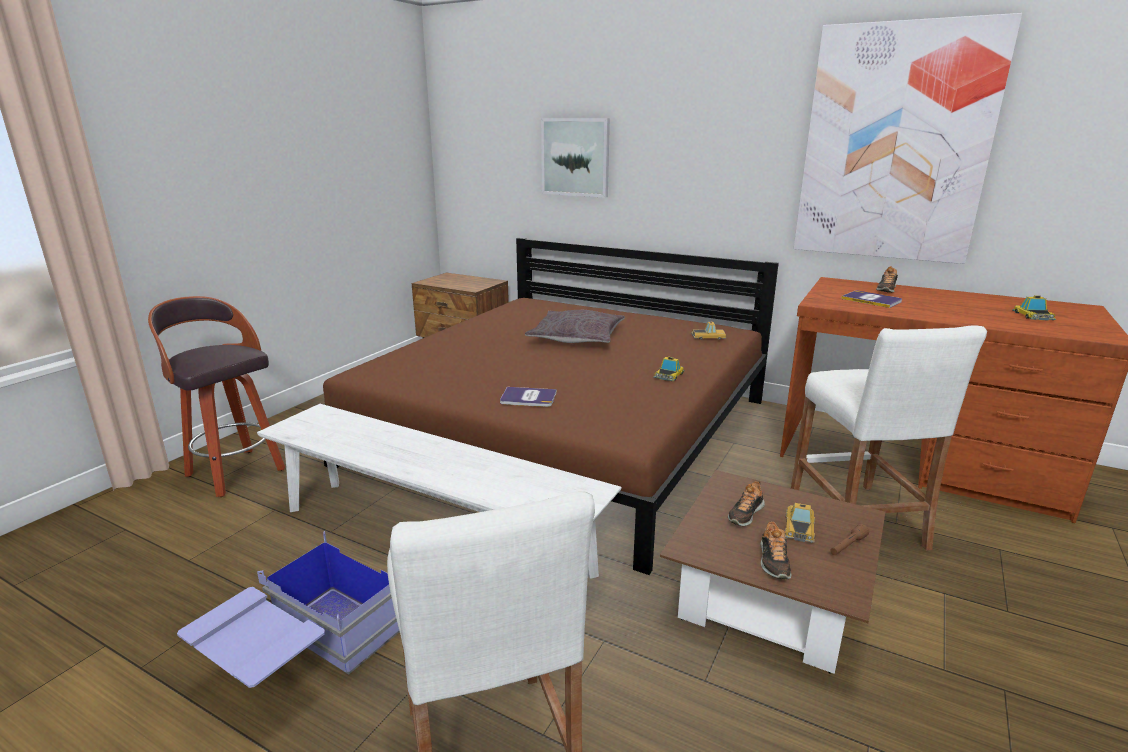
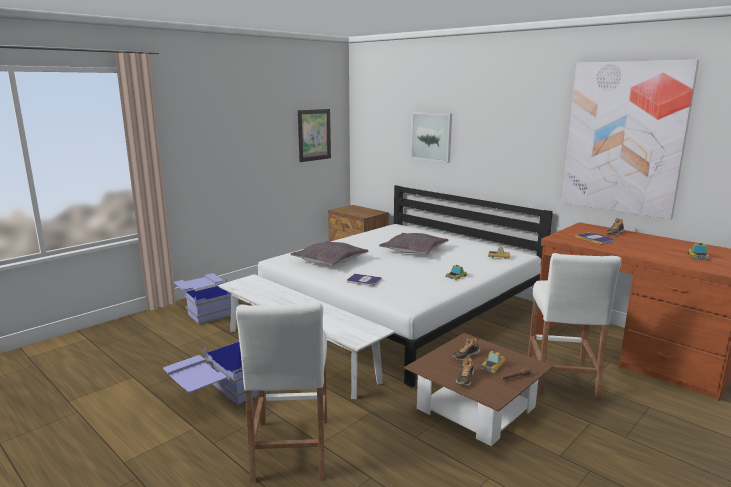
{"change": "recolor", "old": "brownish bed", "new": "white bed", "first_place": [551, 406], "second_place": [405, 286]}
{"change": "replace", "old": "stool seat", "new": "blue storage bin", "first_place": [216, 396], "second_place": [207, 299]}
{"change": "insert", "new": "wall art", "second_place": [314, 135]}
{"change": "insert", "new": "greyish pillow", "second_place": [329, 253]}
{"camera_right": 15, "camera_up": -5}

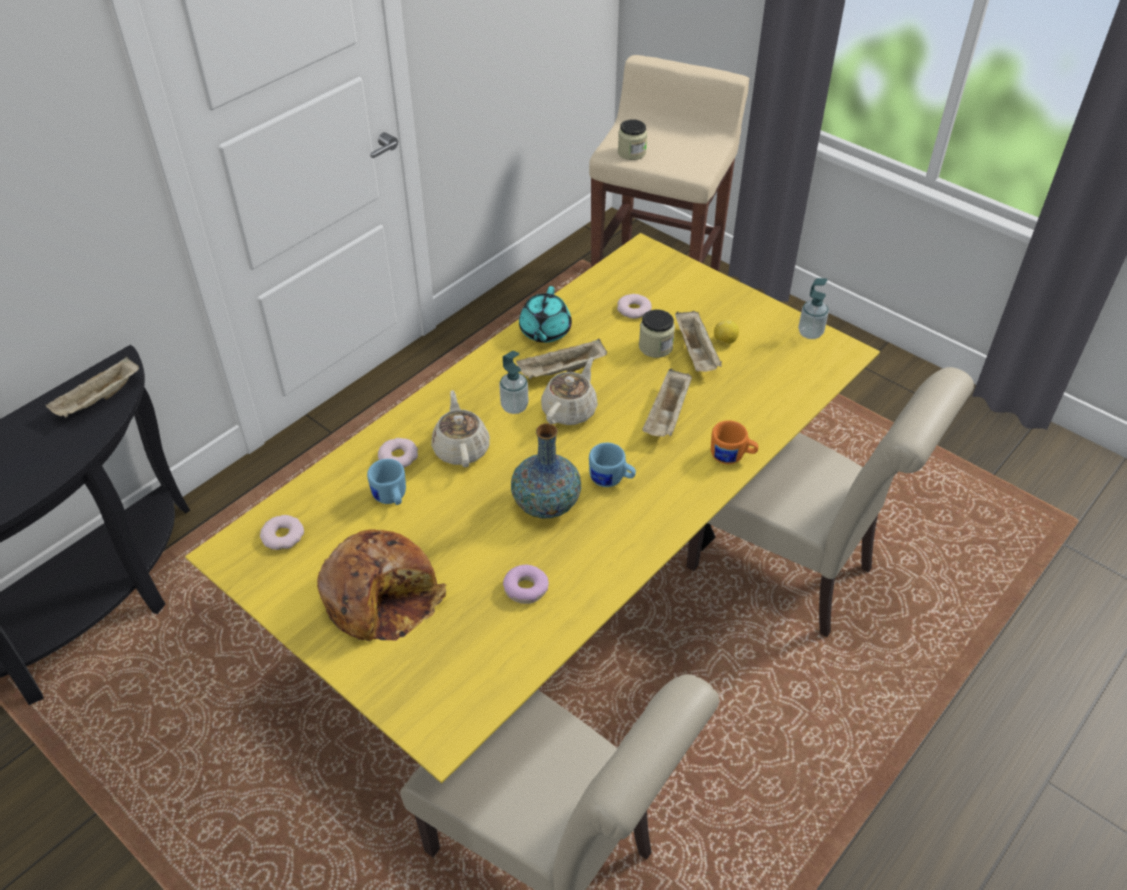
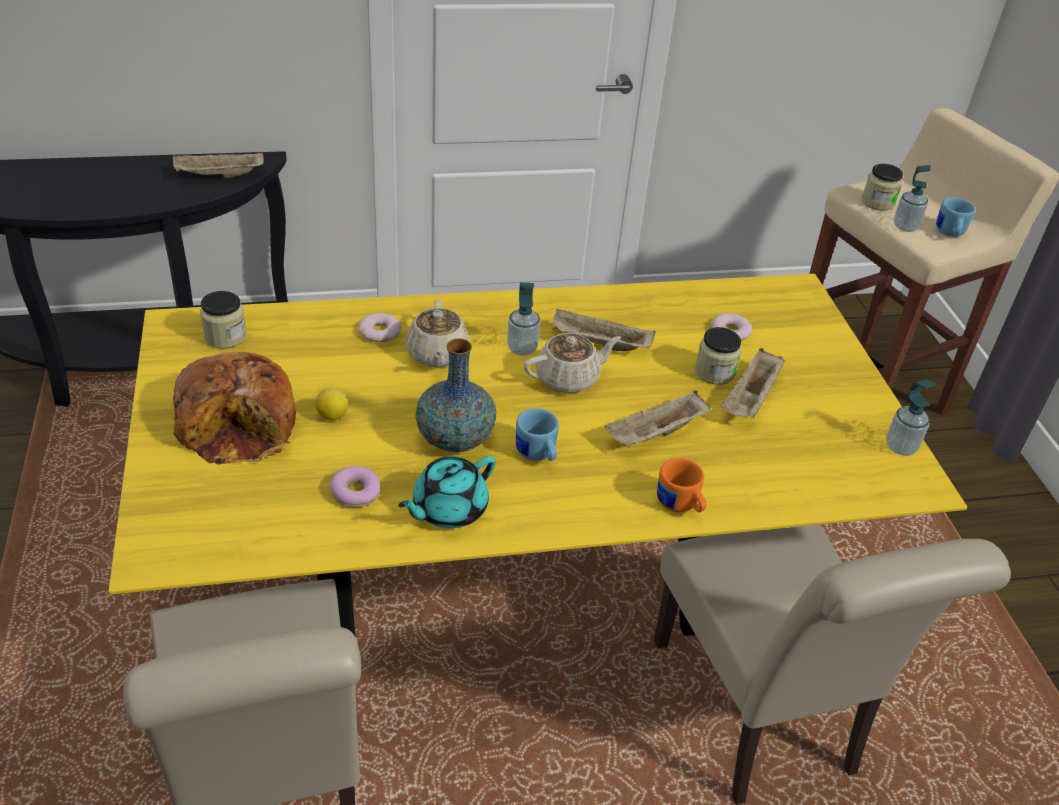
{"change": "move", "old": "blue-green teapot", "first_place": [545, 314], "second_place": [447, 492]}
{"change": "move", "old": "citrus fruit", "first_place": [726, 332], "second_place": [331, 404]}
{"change": "rotate", "old": "beige-coloured teapot", "first_place": [460, 428], "second_place": [438, 333], "degrees": 150}
{"change": "move", "old": "blue coffee mug", "first_place": [386, 482], "second_place": [955, 217]}
{"change": "replace", "old": "doughnut", "new": "preserve jar", "first_place": [282, 532], "second_place": [223, 320]}
{"change": "insert", "new": "soap bottle", "second_place": [912, 198]}
{"camera_right": 35, "camera_up": -5}

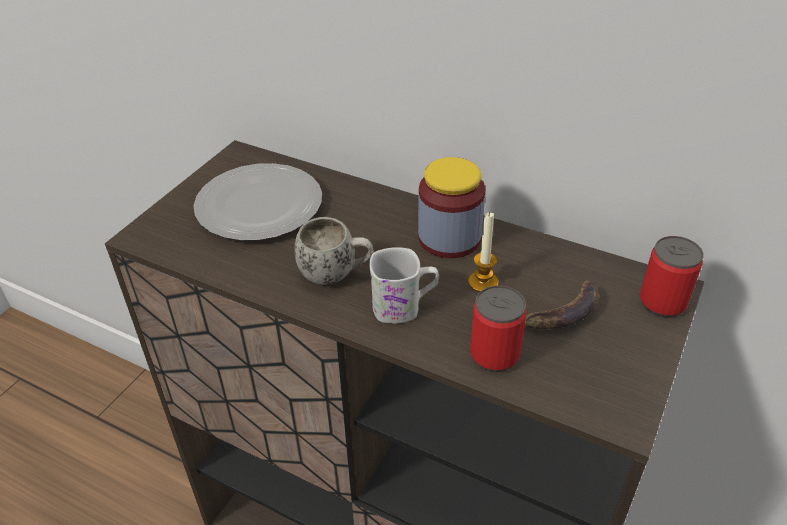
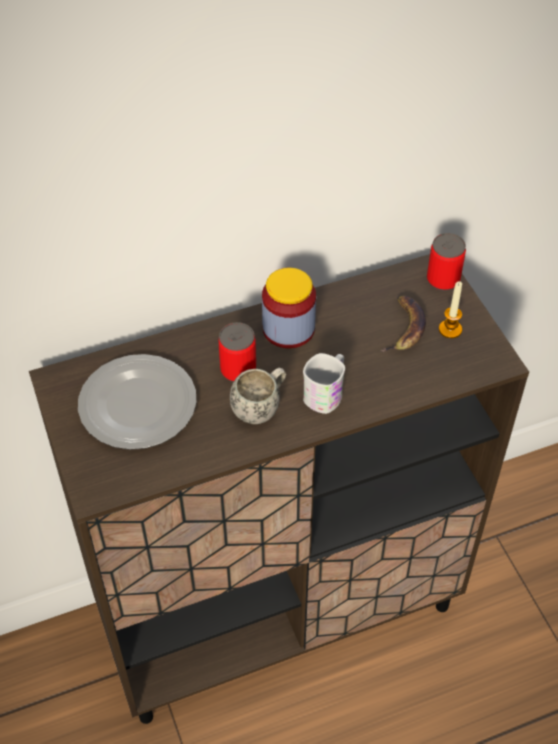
{"change": "move", "old": "wax light", "first_place": [483, 252], "second_place": [450, 310]}
{"change": "move", "old": "can", "first_place": [498, 328], "second_place": [237, 352]}
{"camera_right": -50, "camera_up": 10}

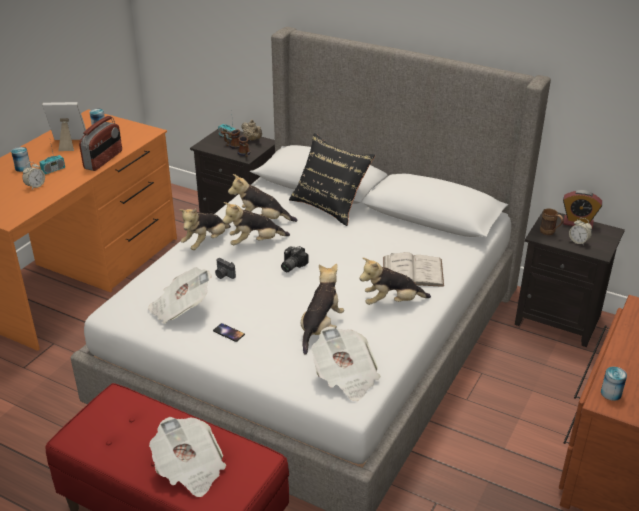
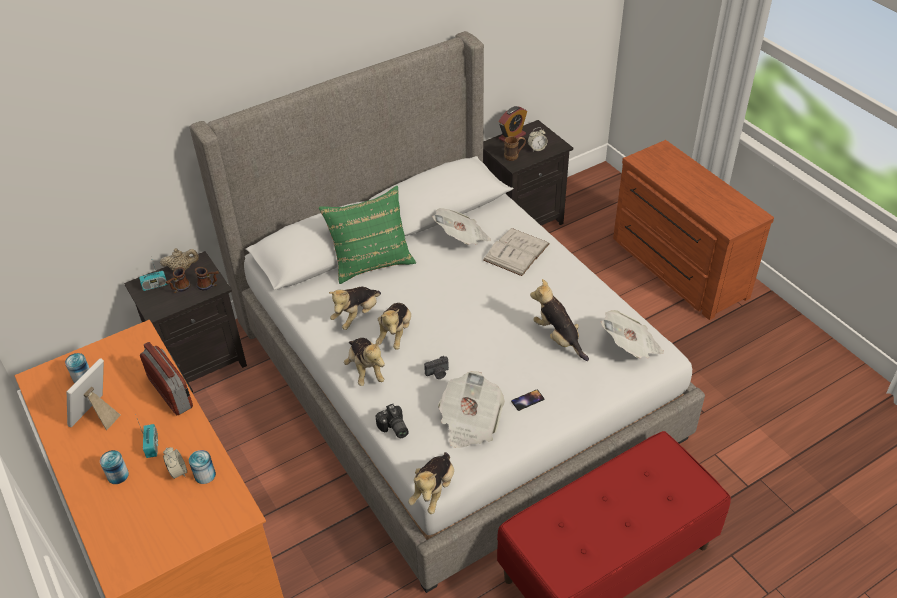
{"change": "recolor", "old": "black-coloured pillow", "new": "green-coloured pillow", "first_place": [332, 179], "second_place": [367, 235]}
{"change": "move", "old": "photo camera", "first_place": [295, 259], "second_place": [392, 421]}
{"change": "move", "old": "soft toy", "first_place": [395, 281], "second_place": [431, 483]}
{"change": "move", "old": "can", "first_place": [614, 384], "second_place": [202, 467]}
{"change": "move", "old": "printed paper", "first_place": [187, 457], "second_place": [461, 226]}
{"camera_right": -60, "camera_up": 10}

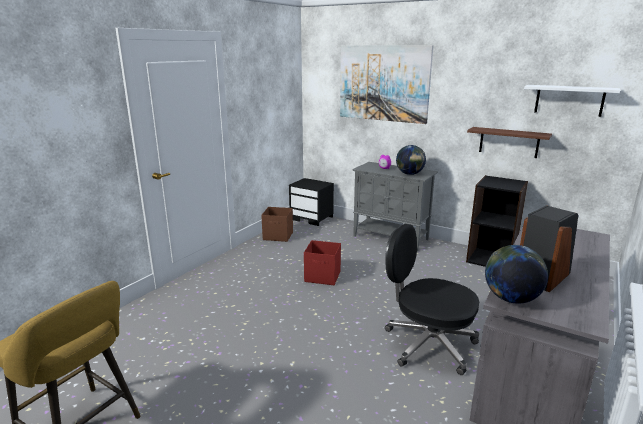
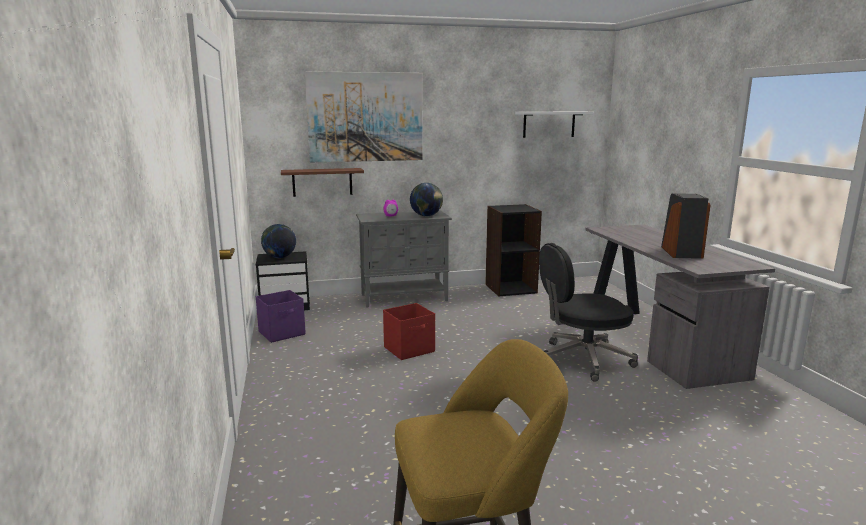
{"change": "move", "old": "brownish bracket shelf", "first_place": [509, 142], "second_place": [322, 182]}
{"change": "recolor", "old": "brownish storage bin", "new": "purple storage bin", "first_place": [277, 224], "second_place": [281, 316]}
{"change": "move", "old": "world globe", "first_place": [516, 274], "second_place": [278, 241]}
{"camera_right": -45, "camera_up": -5}

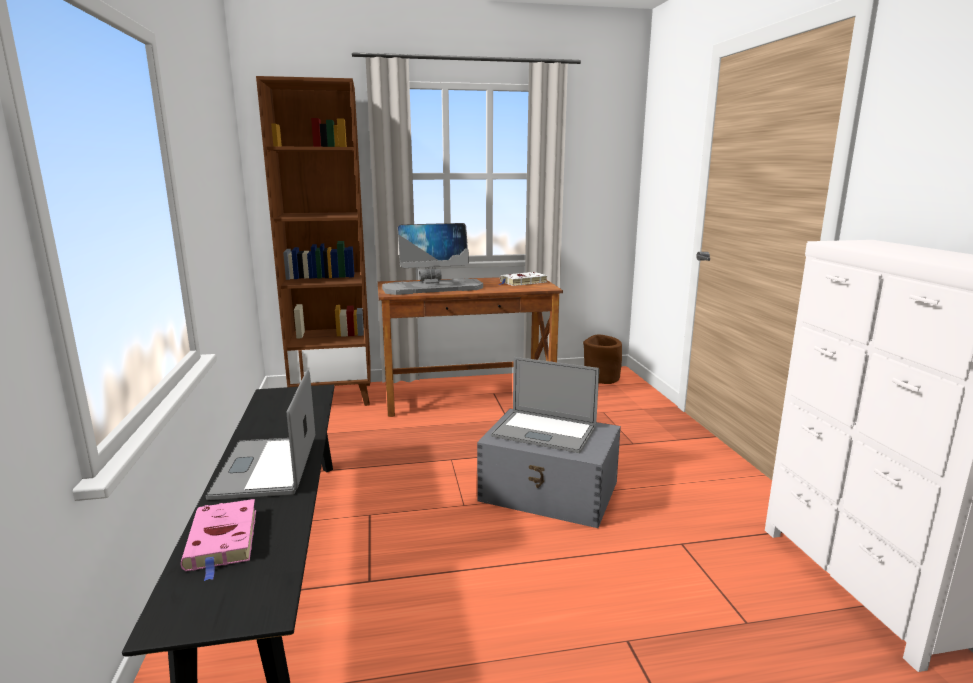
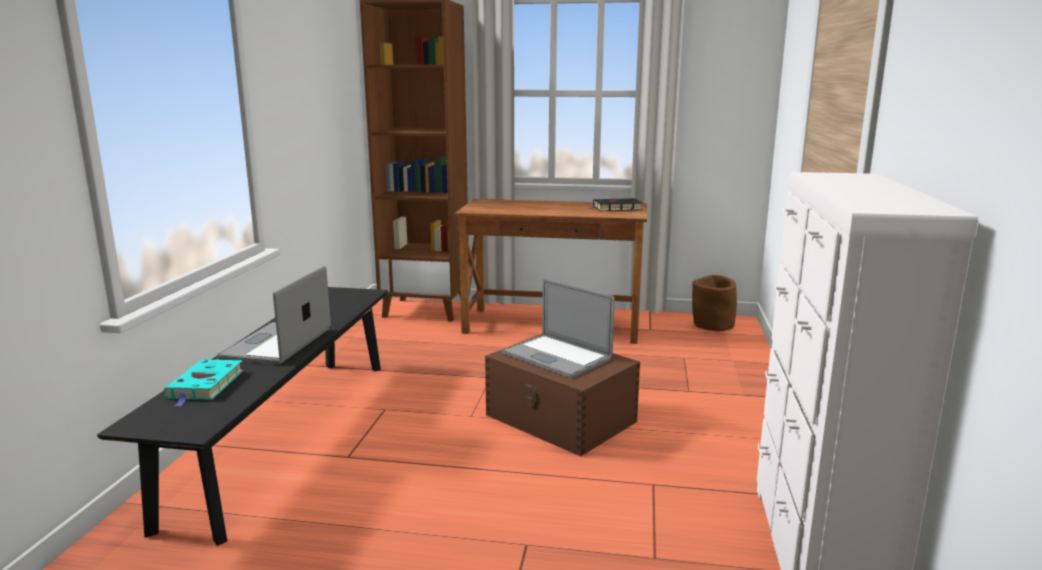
{"change": "delete", "old": "monitor", "first_place": [432, 259]}
{"change": "recolor", "old": "white bound book", "new": "black-coloured bound book", "first_place": [523, 279], "second_place": [614, 204]}
{"change": "recolor", "old": "greyish storage bin", "new": "brownish storage bin", "first_place": [549, 468], "second_place": [562, 395]}
{"change": "recolor", "old": "pink bound book", "new": "blue-green bound book", "first_place": [218, 540], "second_place": [203, 383]}
{"camera_right": 20, "camera_up": 0}

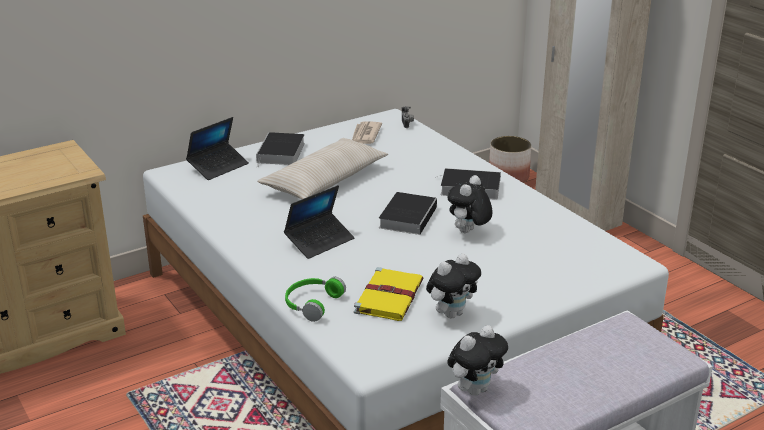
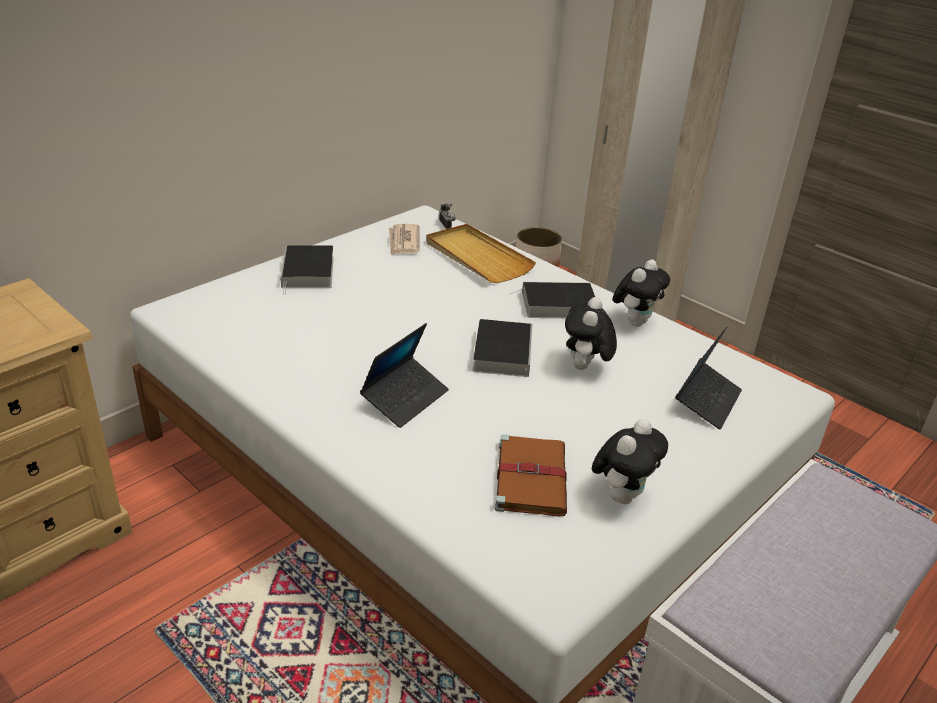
{"change": "move", "old": "laptop", "first_place": [217, 148], "second_place": [708, 378]}
{"change": "delete", "old": "beige-coloured pillow", "first_place": [323, 168]}
{"change": "recolor", "old": "yellow-coloured bound book", "new": "brownish bound book", "first_place": [389, 294], "second_place": [531, 475]}
{"change": "delete", "old": "green-coloured headset", "first_place": [315, 299]}
{"change": "move", "old": "soft toy", "first_place": [477, 360], "second_place": [641, 293]}
{"change": "insert", "new": "beige-coloured tray", "second_place": [481, 253]}
{"camera_right": -15, "camera_up": 5}

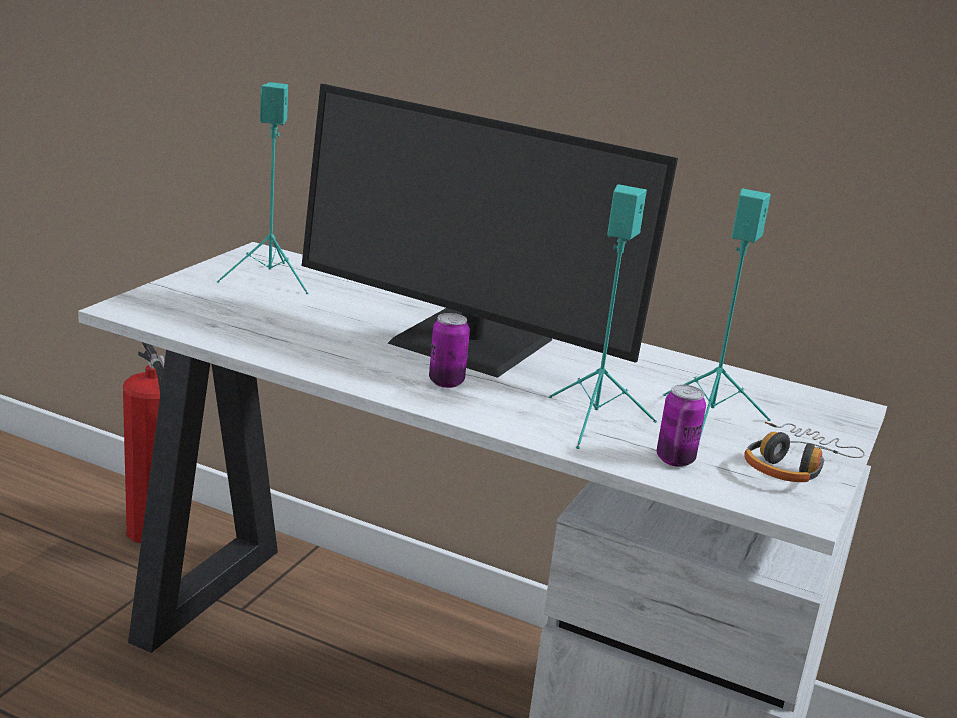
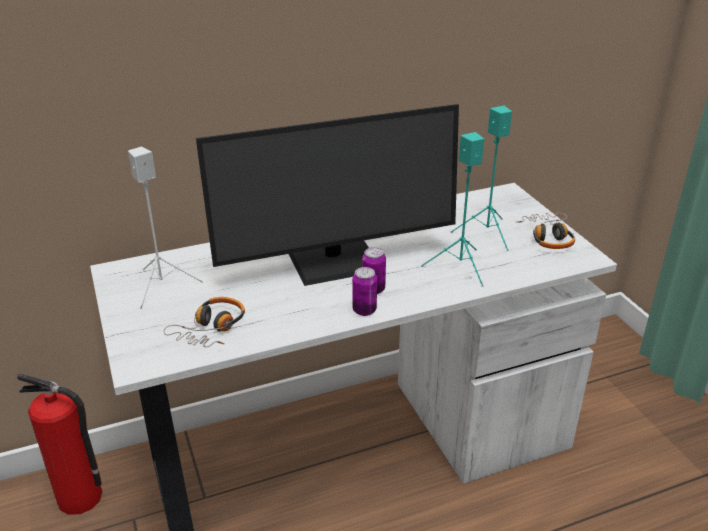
{"change": "recolor", "old": "blue-green audio speaker", "new": "white audio speaker", "first_place": [263, 188], "second_place": [165, 228]}
{"change": "move", "old": "can", "first_place": [681, 425], "second_place": [364, 291]}
{"change": "insert", "new": "headset", "second_place": [204, 322]}
{"camera_right": -45, "camera_up": 10}

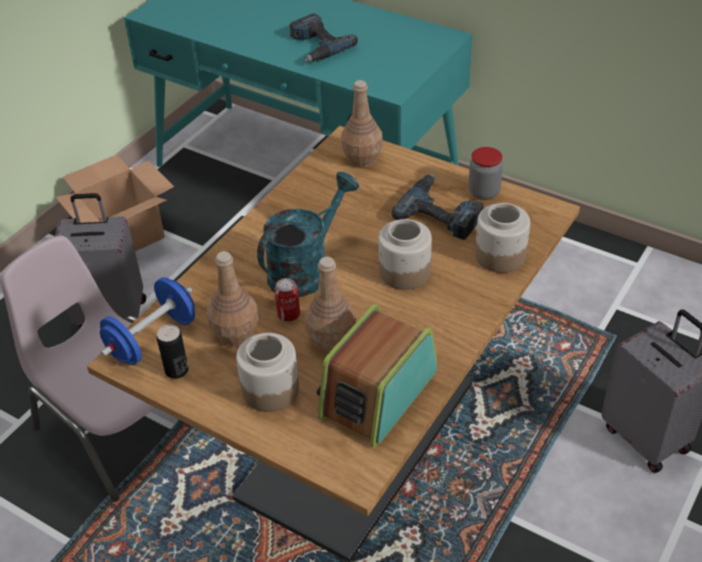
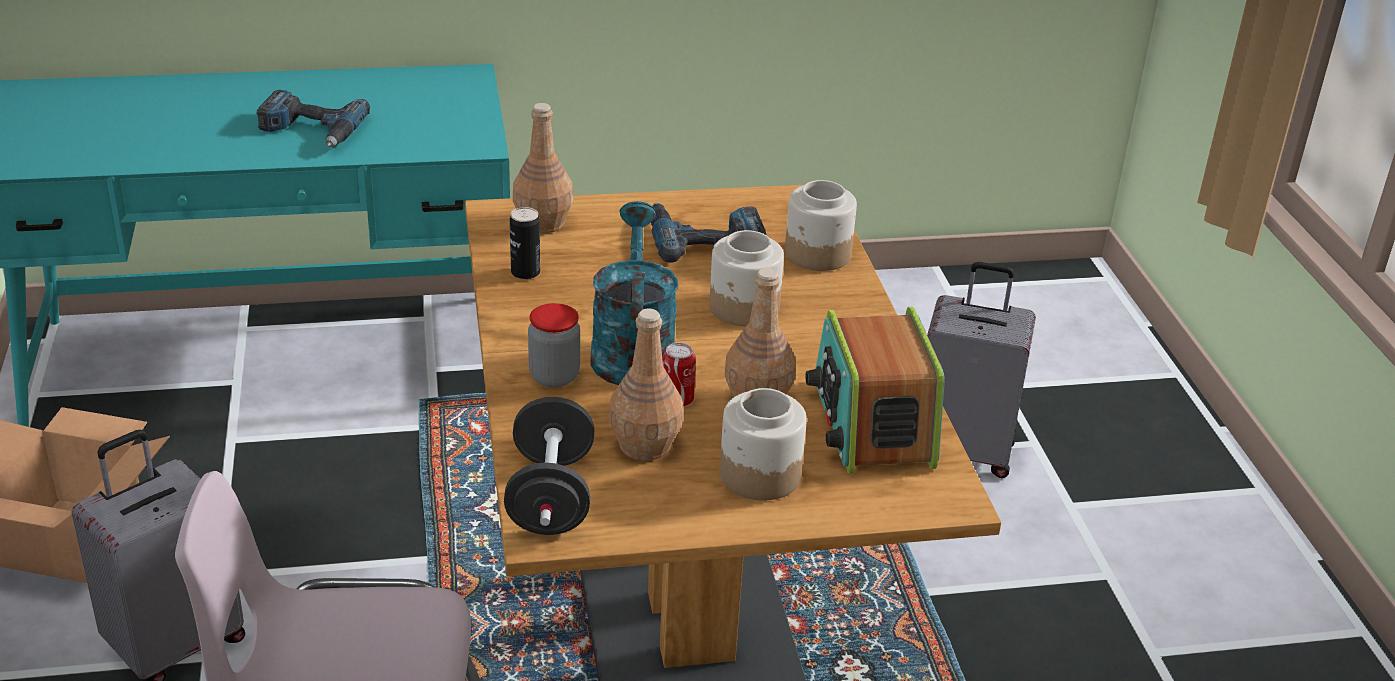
{"change": "move", "old": "preserve jar", "first_place": [486, 173], "second_place": [554, 345]}
{"change": "recolor", "old": "blue dumbbell", "new": "black-coloured dumbbell", "first_place": [147, 321], "second_place": [549, 466]}
{"change": "move", "old": "can", "first_place": [173, 351], "second_place": [525, 243]}
{"camera_right": -45, "camera_up": -10}

